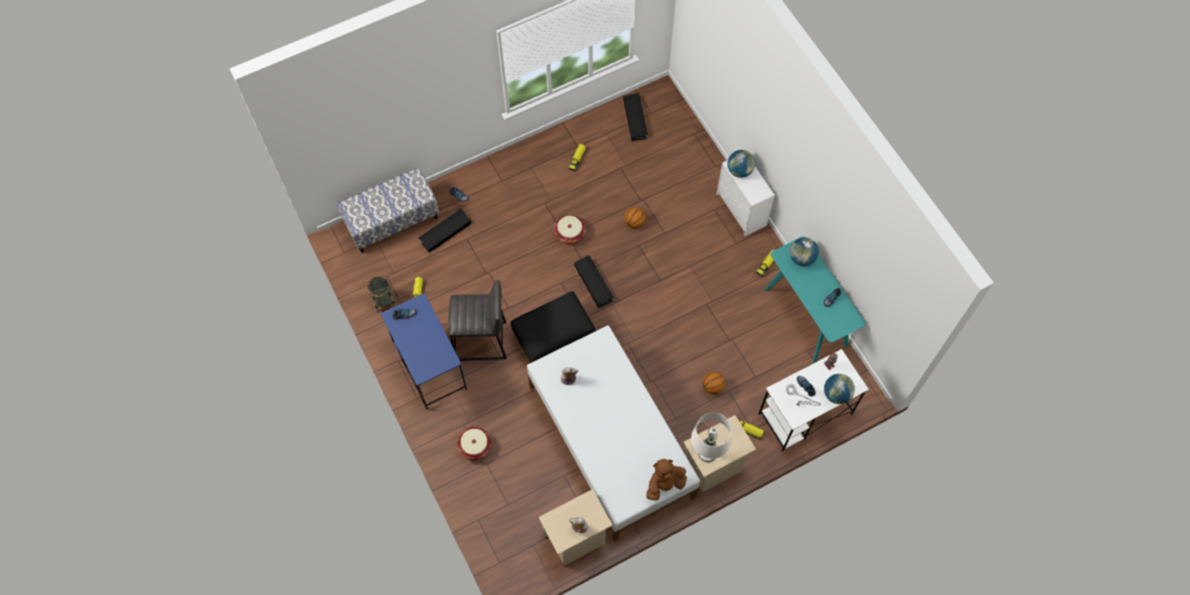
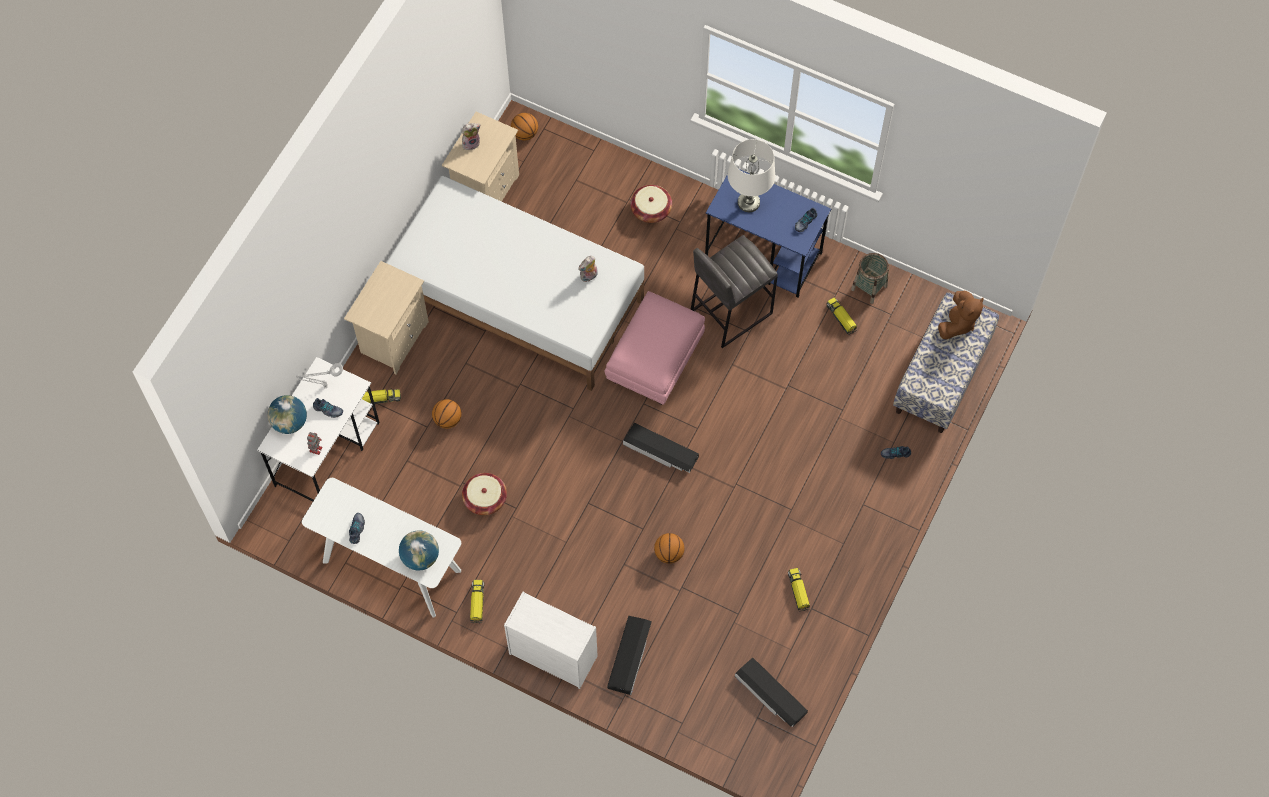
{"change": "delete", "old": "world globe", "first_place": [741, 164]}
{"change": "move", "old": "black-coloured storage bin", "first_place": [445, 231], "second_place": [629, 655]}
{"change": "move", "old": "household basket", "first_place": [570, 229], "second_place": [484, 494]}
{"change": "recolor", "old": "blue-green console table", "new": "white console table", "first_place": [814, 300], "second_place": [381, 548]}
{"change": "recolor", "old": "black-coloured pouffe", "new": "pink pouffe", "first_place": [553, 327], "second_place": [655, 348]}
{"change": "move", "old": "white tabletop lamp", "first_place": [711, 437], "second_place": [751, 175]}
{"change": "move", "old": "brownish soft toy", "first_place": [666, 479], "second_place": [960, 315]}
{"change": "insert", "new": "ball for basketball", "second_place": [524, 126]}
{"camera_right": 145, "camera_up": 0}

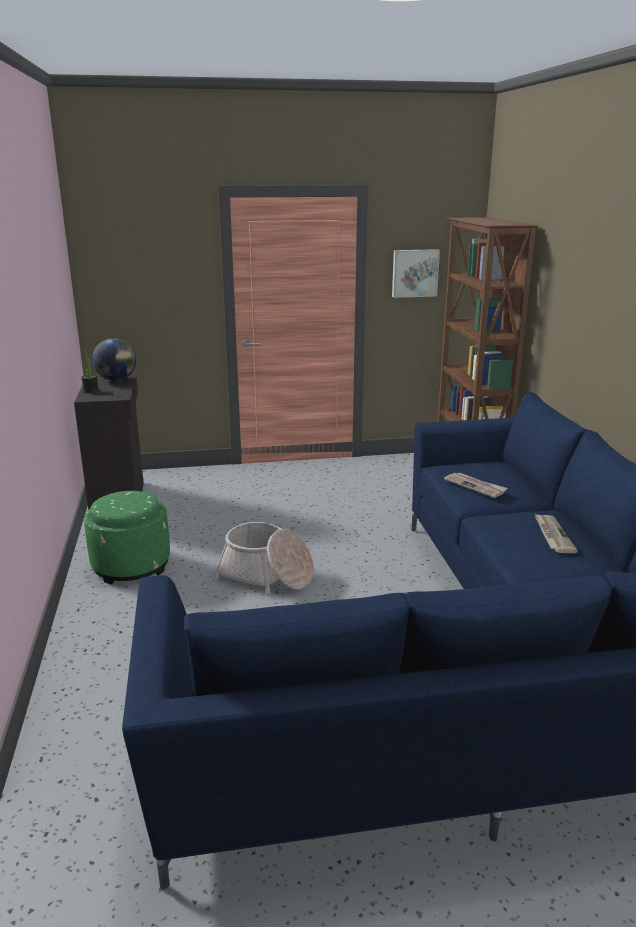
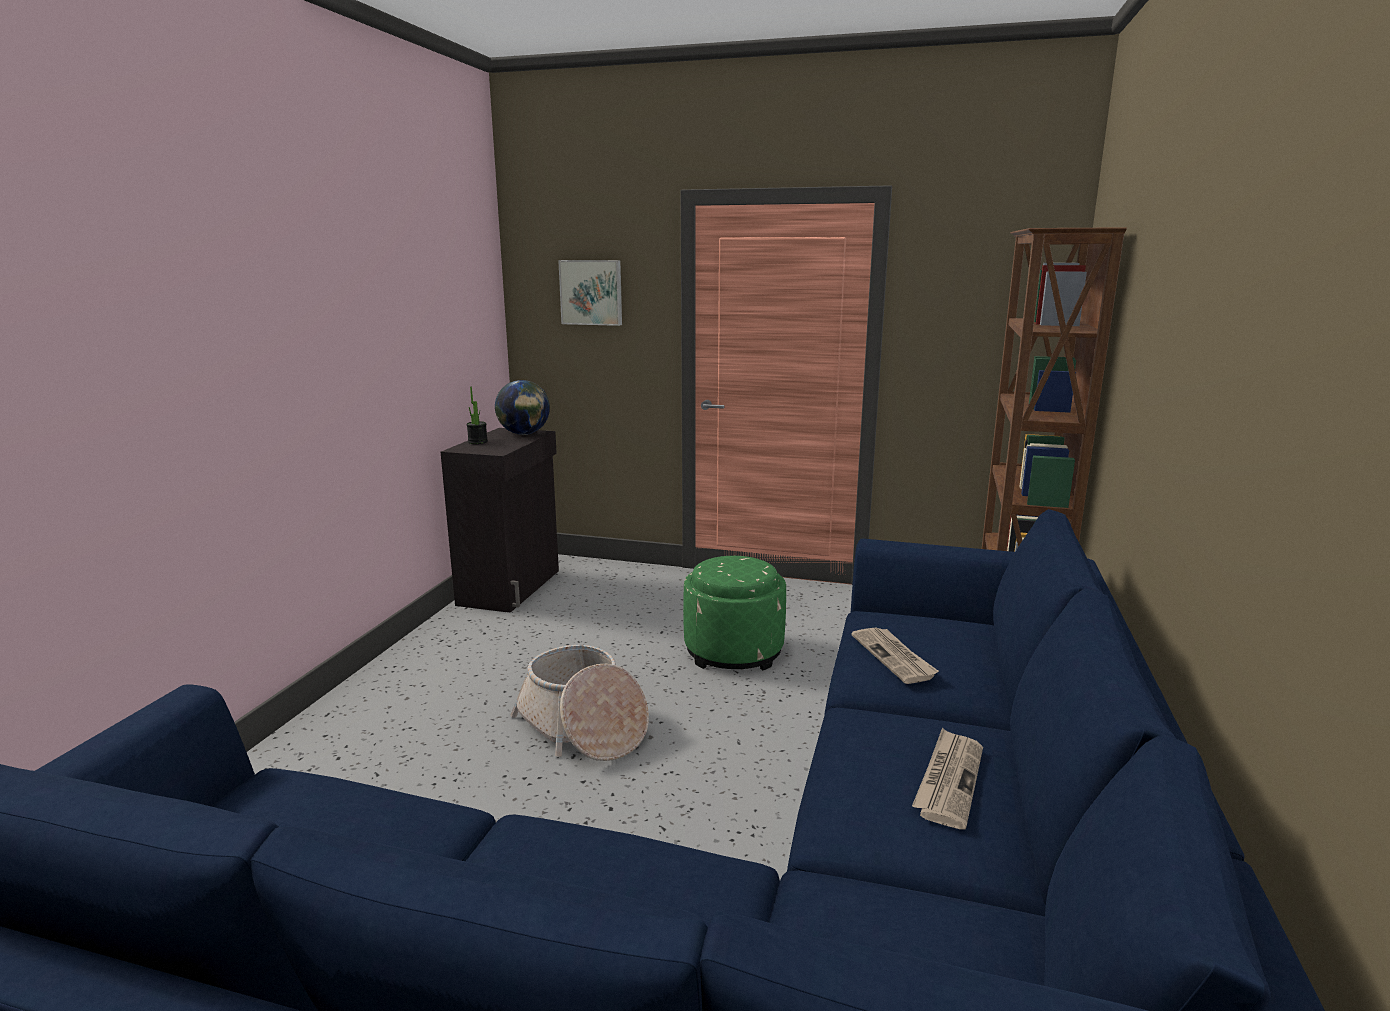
{"change": "move", "old": "wall art", "first_place": [416, 273], "second_place": [590, 293]}
{"change": "move", "old": "green-coloured pouffe", "first_place": [127, 537], "second_place": [734, 613]}
{"camera_right": 25, "camera_up": -5}

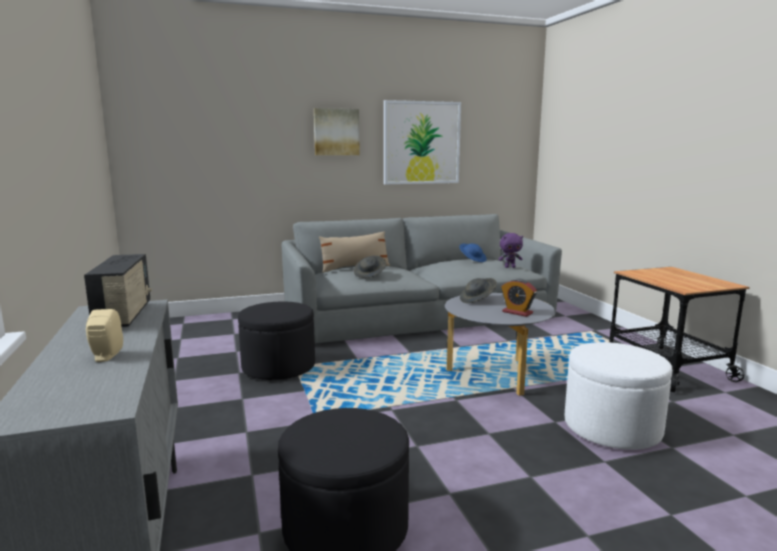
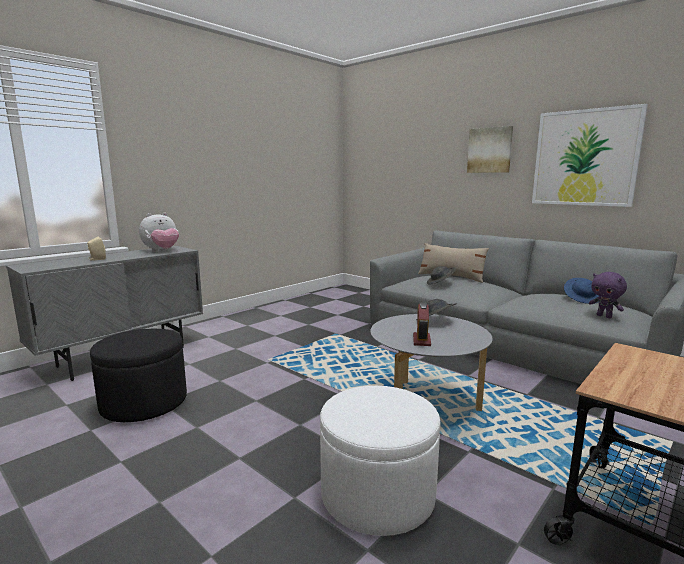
{"change": "replace", "old": "radio receiver", "new": "soft toy", "first_place": [118, 290], "second_place": [159, 232]}
{"change": "delete", "old": "black-coloured pouffe", "first_place": [276, 341]}
{"camera_right": 60, "camera_up": 0}

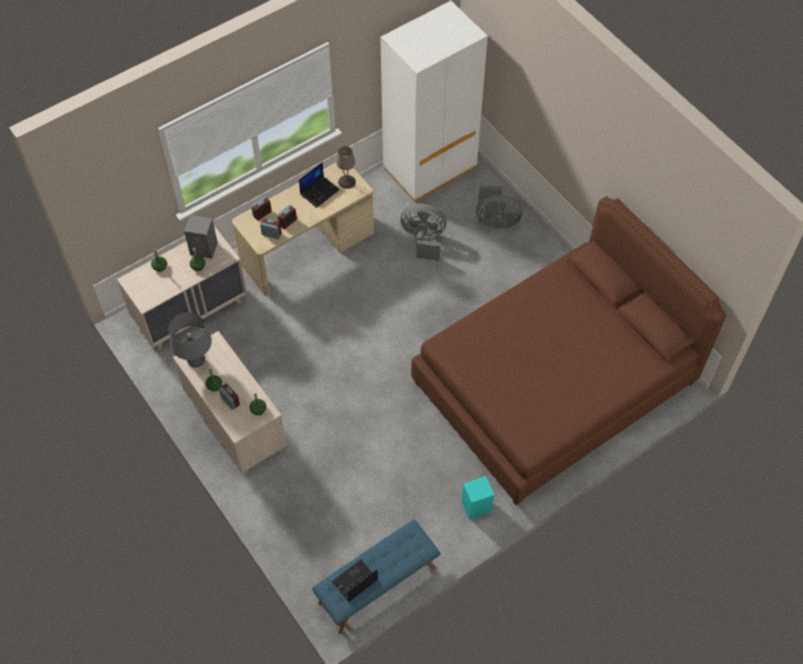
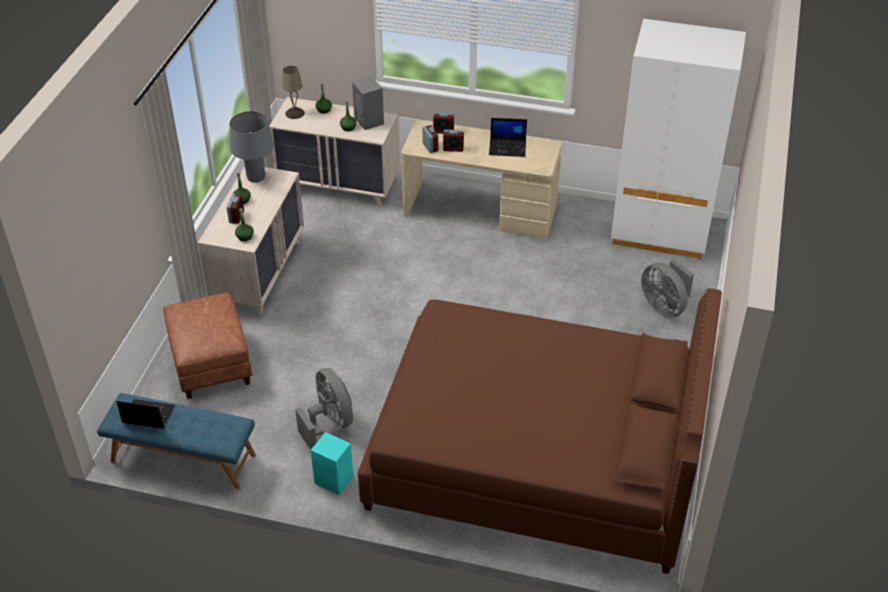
{"change": "move", "old": "beige-coloured tabletop lamp", "first_place": [346, 167], "second_place": [293, 92]}
{"change": "move", "old": "greyish fan", "first_place": [423, 232], "second_place": [324, 408]}
{"change": "insert", "new": "brownish pouffe", "second_place": [208, 345]}
{"camera_right": 50, "camera_up": -15}

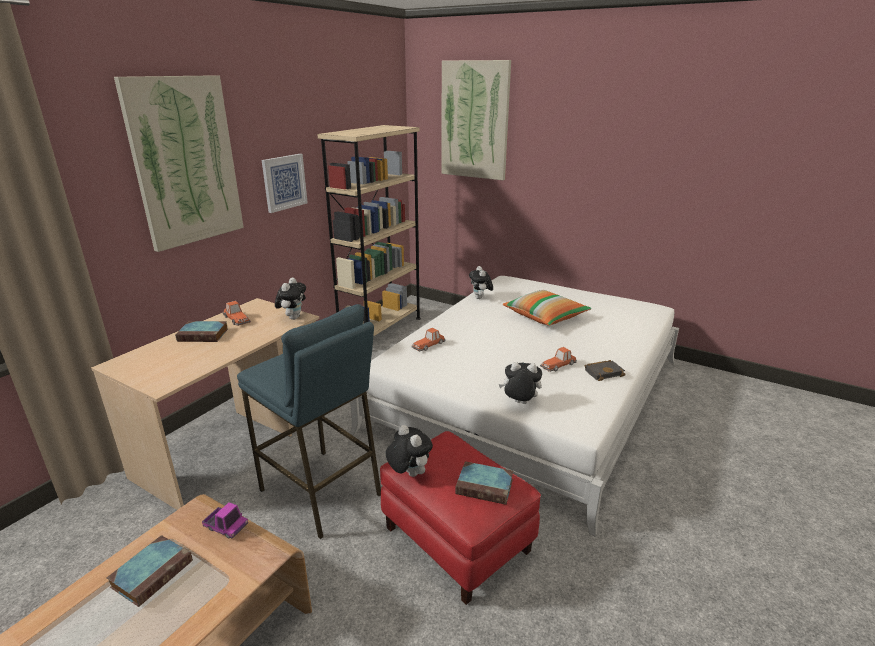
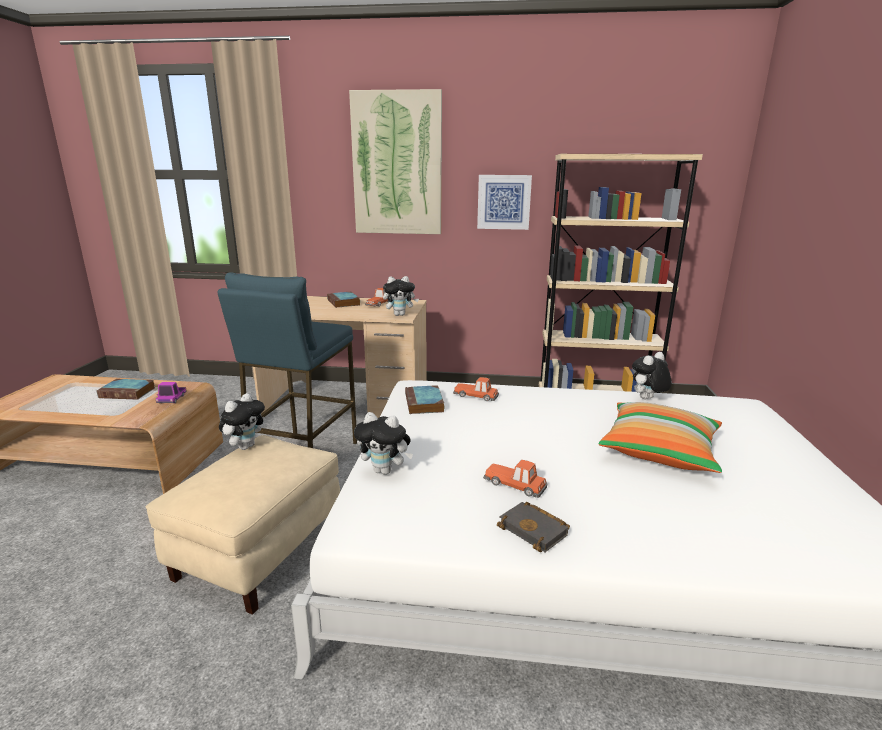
{"change": "delete", "old": "wall art", "first_place": [476, 120]}
{"change": "rotate", "old": "soft toy", "first_place": [520, 383], "second_place": [383, 443], "degrees": 120}
{"change": "recolor", "old": "red-coloured pouffe", "new": "beige-coloured pouffe", "first_place": [460, 518], "second_place": [243, 525]}
{"change": "move", "old": "bound book", "first_place": [484, 483], "second_place": [425, 399]}
{"camera_right": 65, "camera_up": -5}

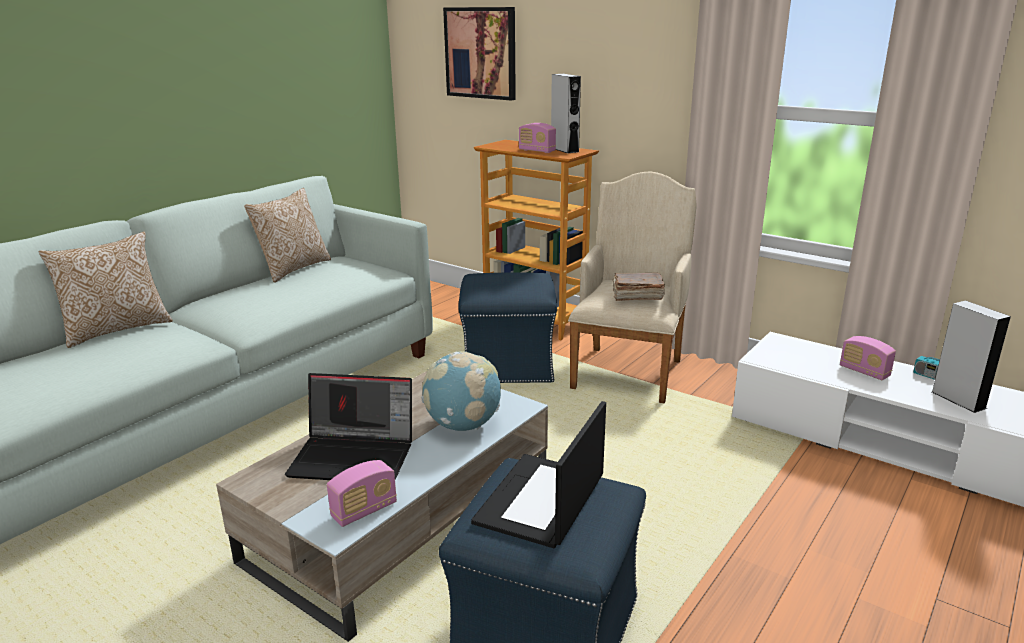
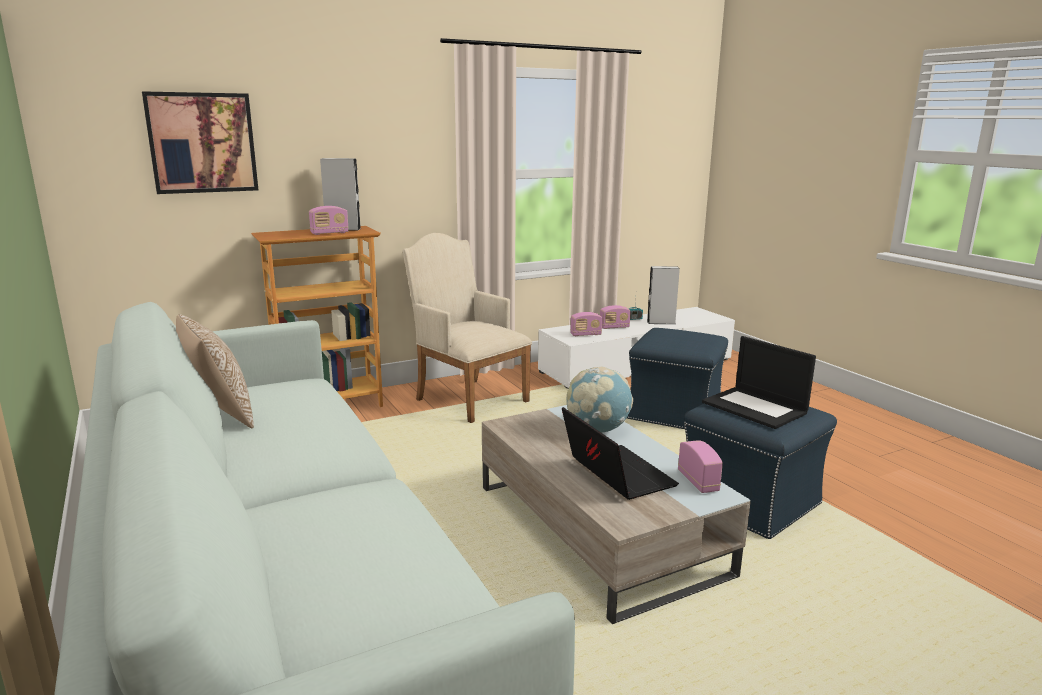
{"change": "delete", "old": "pillow", "first_place": [106, 289]}
{"change": "move", "old": "blue pouffe", "first_place": [507, 327], "second_place": [677, 378]}
{"change": "delete", "old": "brownish bound book", "first_place": [639, 287]}
{"change": "rotate", "old": "laptop", "first_place": [348, 426], "second_place": [620, 453], "degrees": -60}
{"change": "insert", "new": "radio receiver", "second_place": [586, 324]}
{"camera_right": -65, "camera_up": -5}

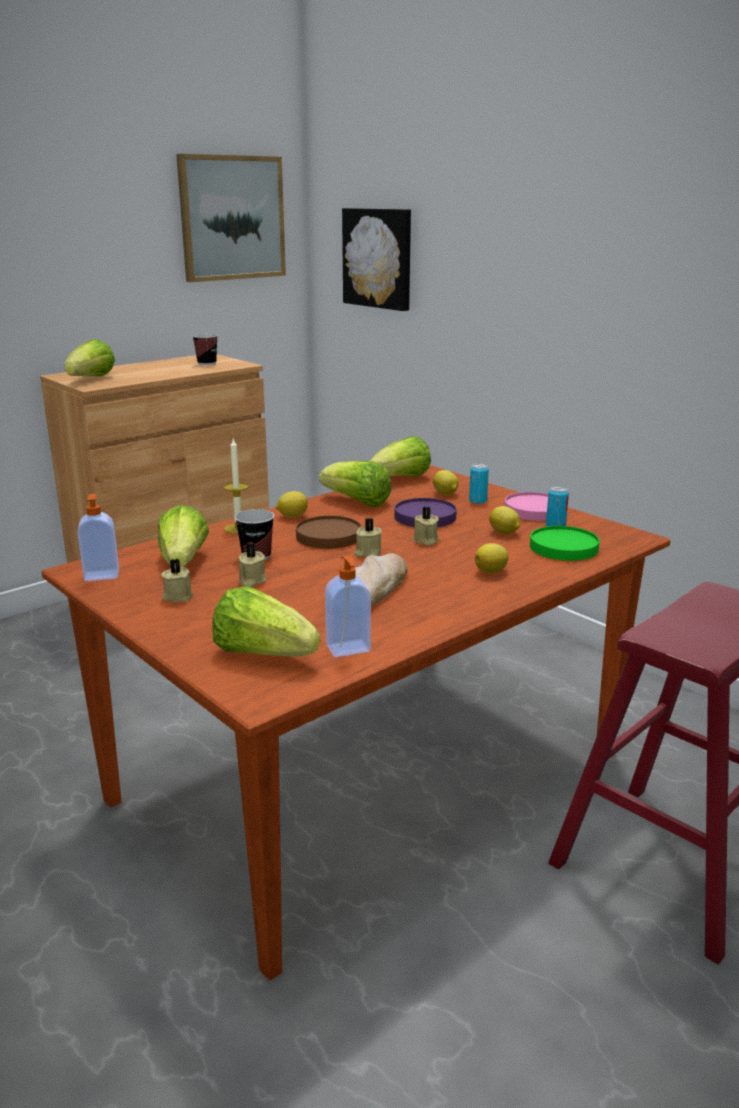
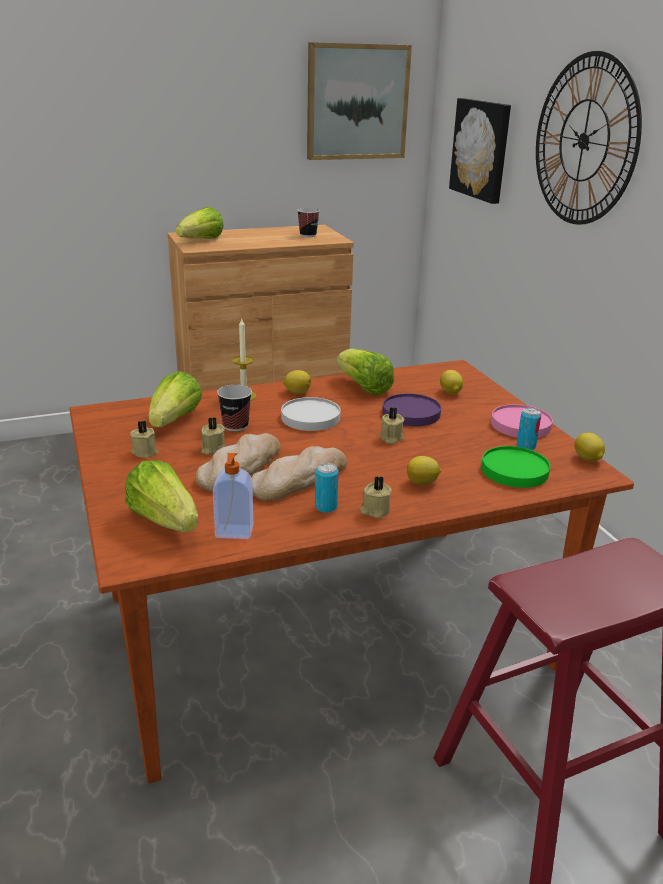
{"change": "delete", "old": "lettuce", "first_place": [400, 456]}
{"change": "move", "old": "can", "first_place": [479, 484], "second_place": [327, 488]}
{"change": "delete", "old": "soap bottle", "first_place": [98, 537]}
{"change": "move", "old": "citrus fruit", "first_place": [504, 520], "second_place": [589, 447]}
{"change": "recolor", "old": "brownish dinner plate", "new": "white dinner plate", "first_place": [328, 532], "second_place": [311, 414]}
{"change": "move", "old": "beige-coloured wax light", "first_place": [368, 537], "second_place": [376, 497]}
{"change": "insert", "new": "wall clock", "second_place": [589, 138]}
{"change": "insert", "new": "baked bread", "second_place": [238, 462]}
{"camera_right": 20, "camera_up": 5}

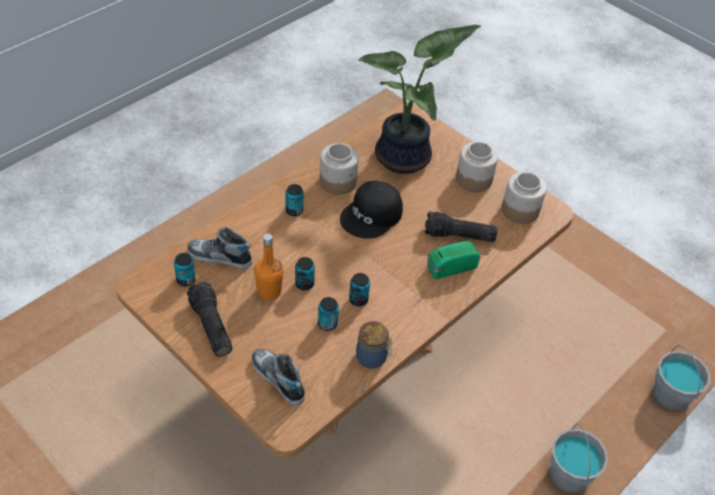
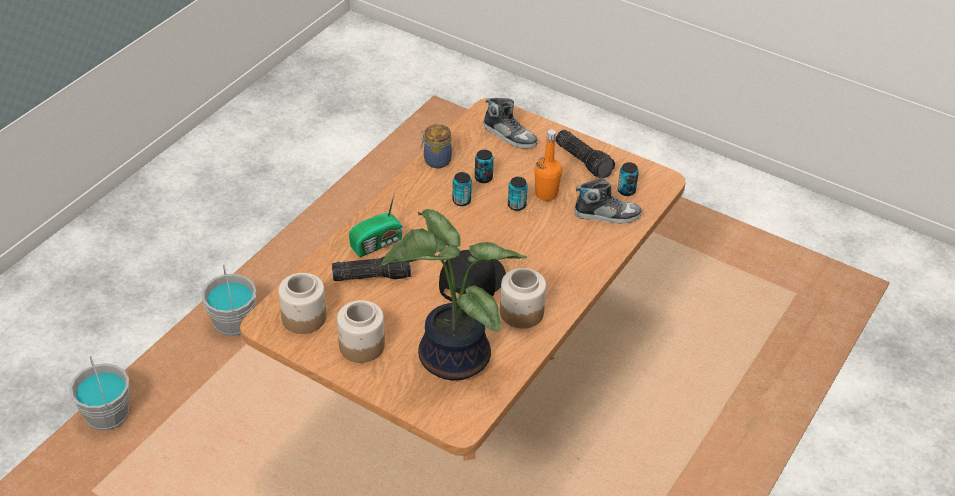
{"change": "delete", "old": "can", "first_place": [295, 200]}
{"camera_right": 170, "camera_up": -5}

